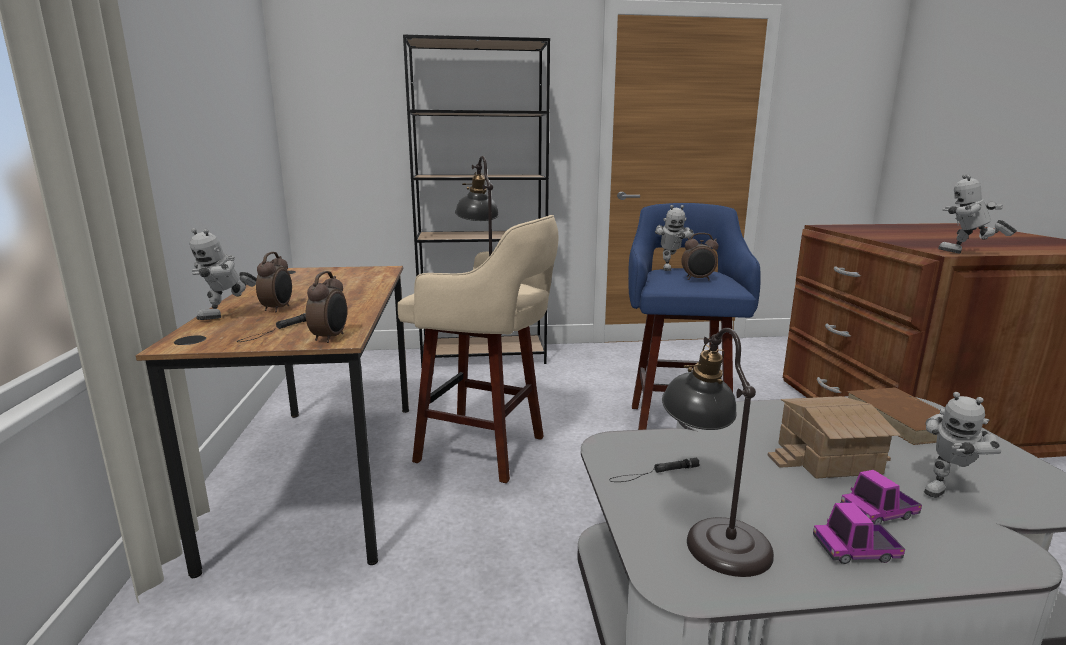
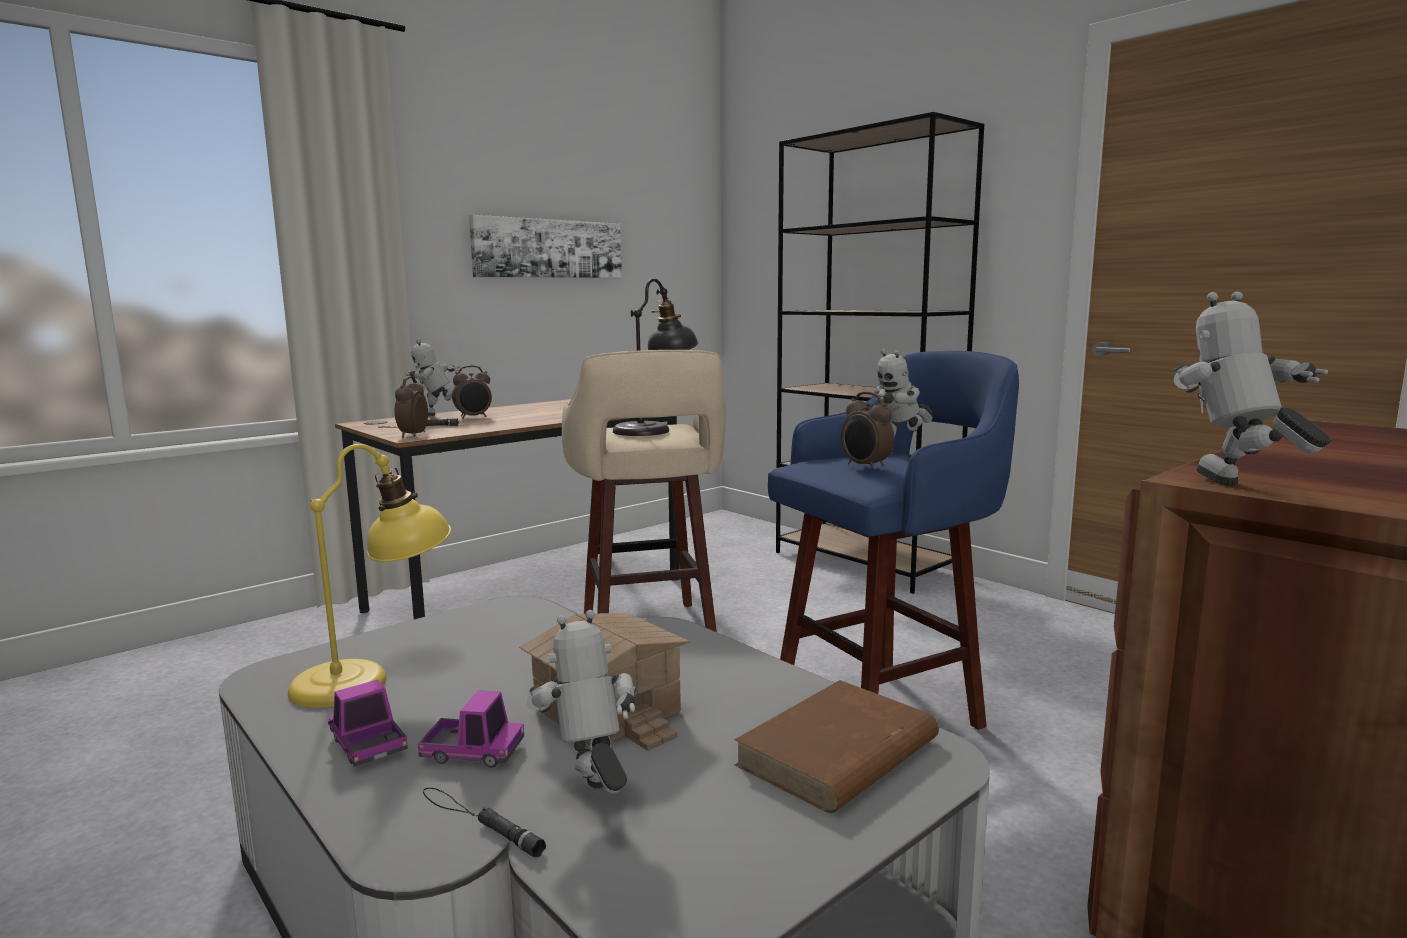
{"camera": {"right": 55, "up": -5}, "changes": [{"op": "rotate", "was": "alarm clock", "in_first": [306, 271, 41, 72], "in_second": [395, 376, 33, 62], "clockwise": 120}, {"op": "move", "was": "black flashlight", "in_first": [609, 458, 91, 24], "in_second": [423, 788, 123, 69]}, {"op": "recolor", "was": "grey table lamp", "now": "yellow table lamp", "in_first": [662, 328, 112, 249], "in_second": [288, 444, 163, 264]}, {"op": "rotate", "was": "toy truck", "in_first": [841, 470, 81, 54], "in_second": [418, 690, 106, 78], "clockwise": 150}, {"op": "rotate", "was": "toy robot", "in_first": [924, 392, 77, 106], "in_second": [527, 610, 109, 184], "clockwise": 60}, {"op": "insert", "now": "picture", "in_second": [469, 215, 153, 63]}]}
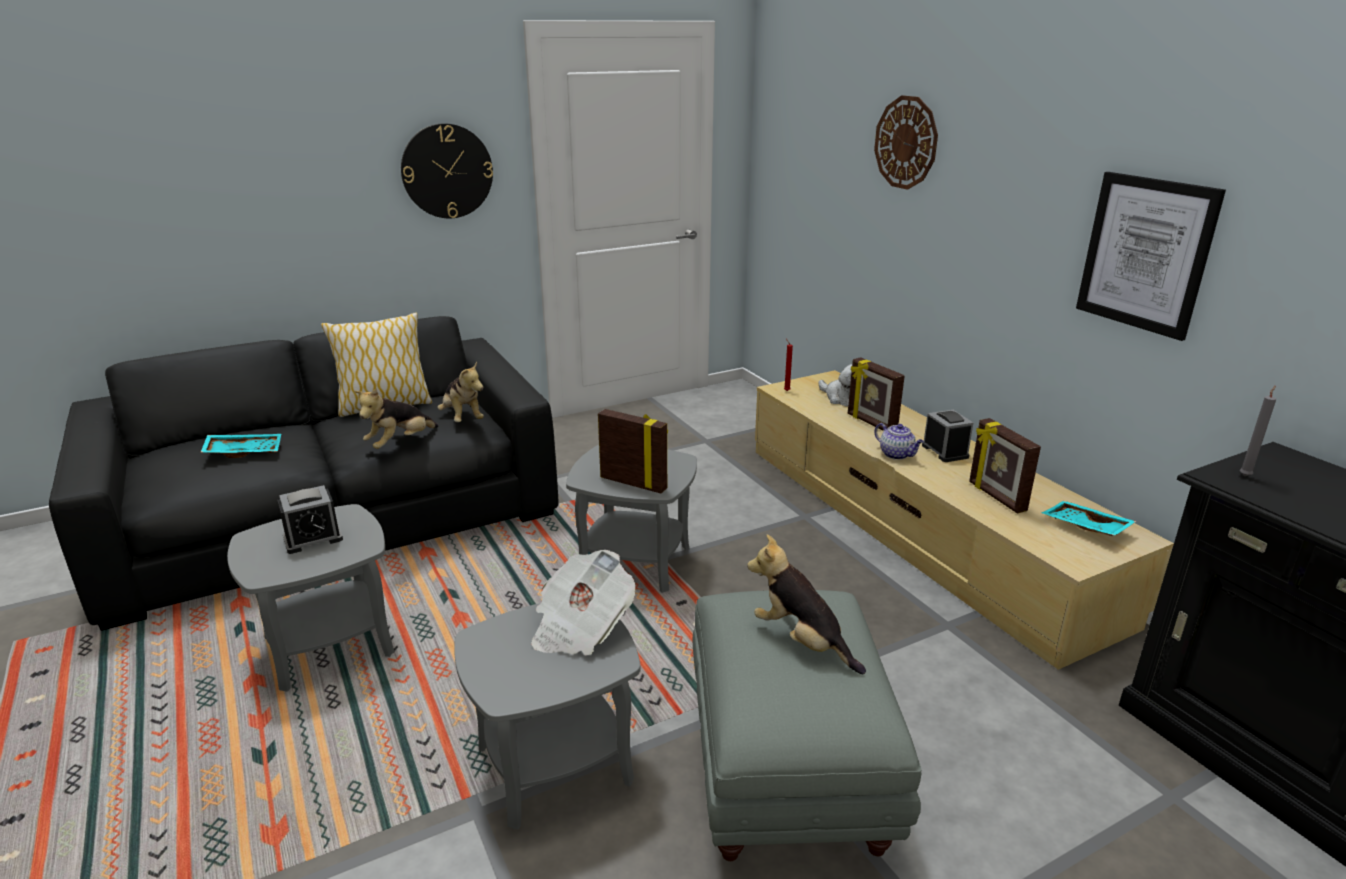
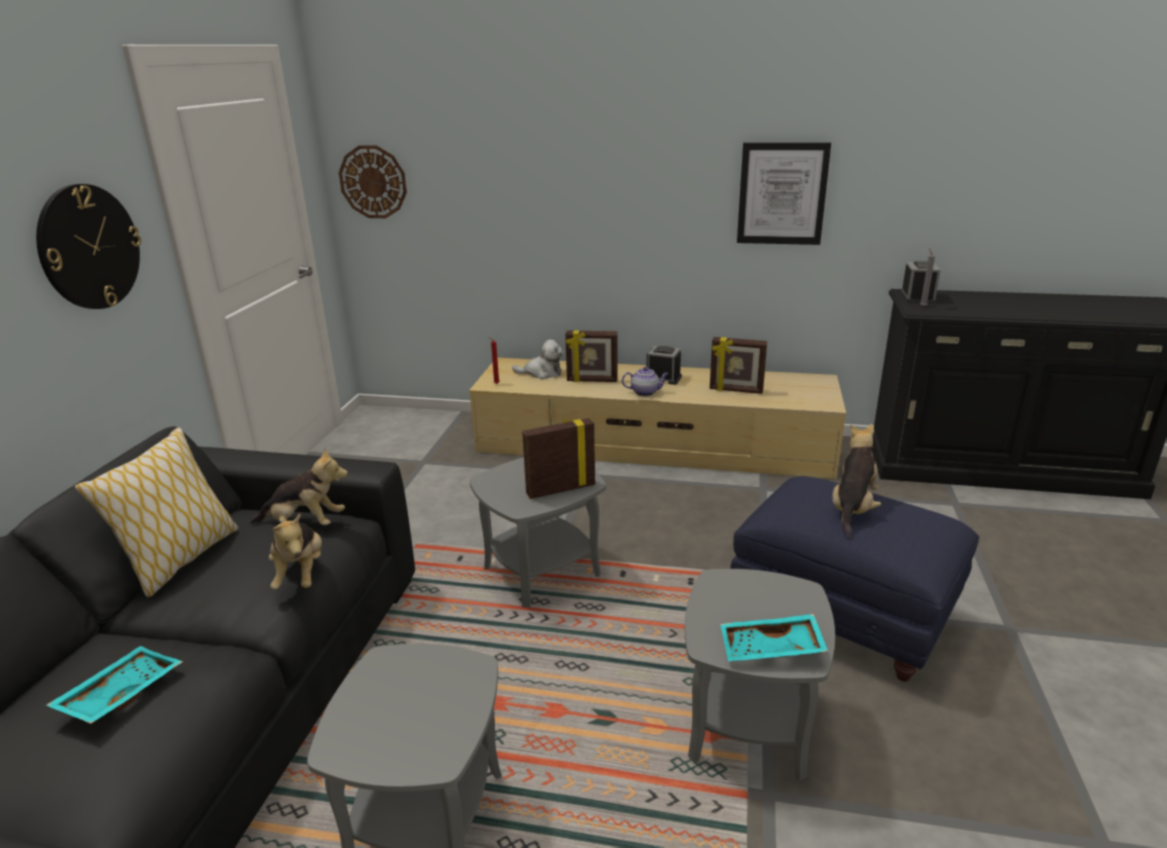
{"camera": {"right": -50, "up": 0}, "changes": [{"op": "move", "was": "alarm clock", "in_first": [277, 485, 66, 69], "in_second": [901, 261, 40, 43]}, {"op": "delete", "was": "newspaper", "in_first": [531, 550, 104, 106]}, {"op": "recolor", "was": "grey ottoman", "now": "blue ottoman", "in_first": [693, 590, 228, 271], "in_second": [730, 476, 249, 206]}, {"op": "rotate", "was": "plush toy", "in_first": [747, 534, 119, 140], "in_second": [832, 424, 49, 115], "clockwise": 120}, {"op": "move", "was": "wall clock", "in_first": [874, 95, 64, 95], "in_second": [339, 145, 68, 73]}, {"op": "move", "was": "turquoise tray", "in_first": [1041, 501, 96, 35], "in_second": [720, 614, 108, 47]}]}
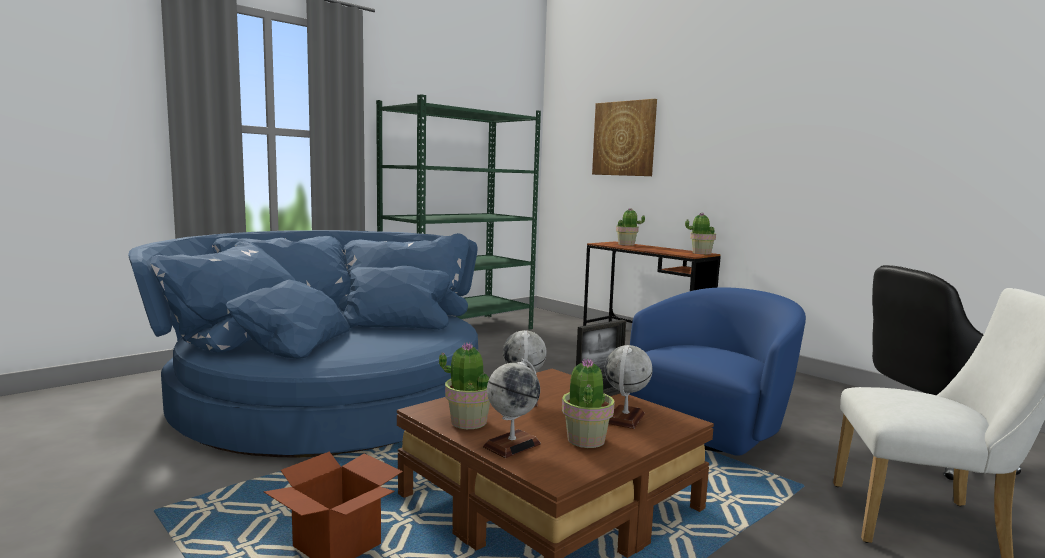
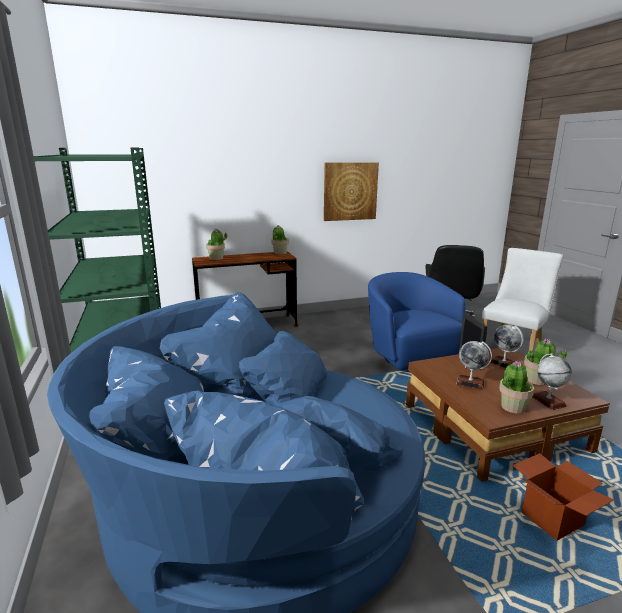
{"camera": {"right": -65, "up": 10}, "changes": [{"op": "move", "was": "picture", "in_first": [592, 99, 65, 77], "in_second": [324, 162, 55, 59]}]}
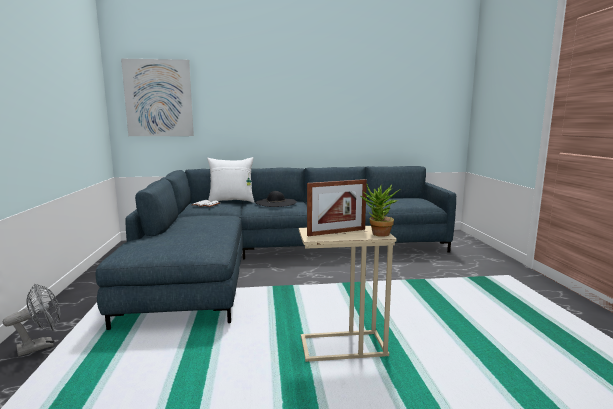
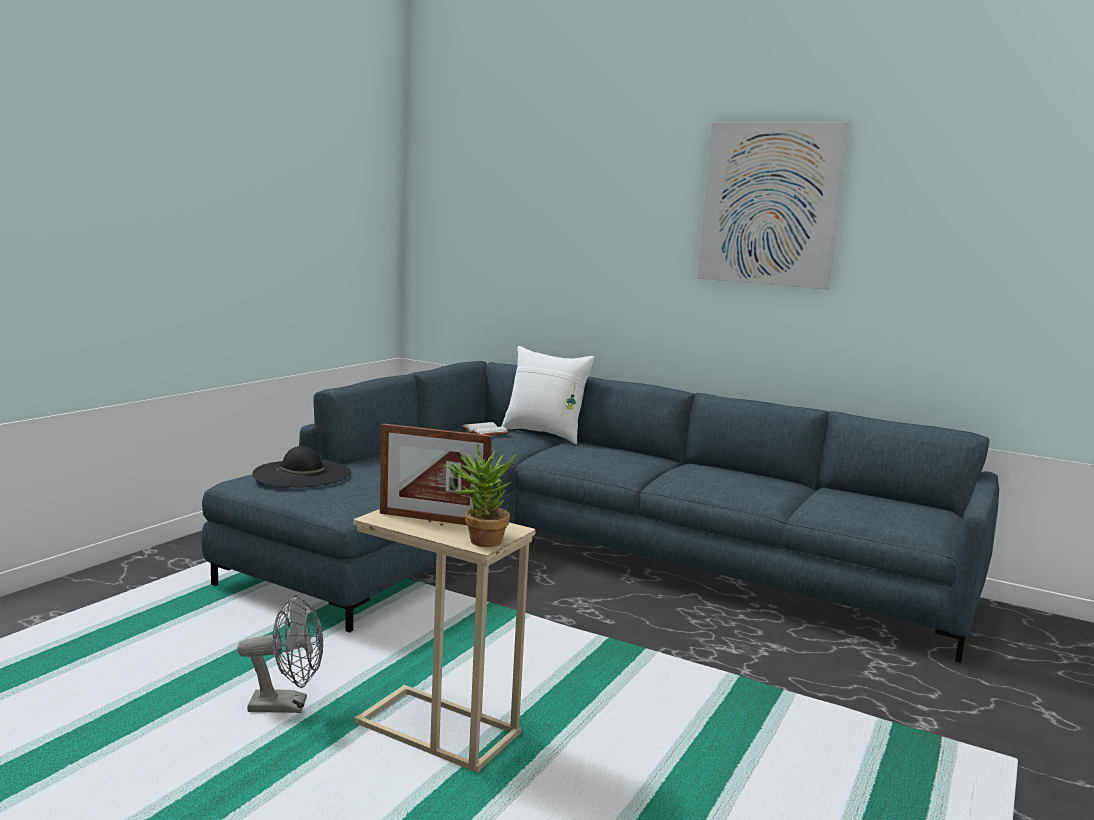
{"camera": {"right": 35, "up": 0}, "changes": [{"op": "move", "was": "grey fan", "in_first": [3, 284, 57, 72], "in_second": [237, 595, 86, 118]}, {"op": "move", "was": "picture", "in_first": [121, 59, 73, 77], "in_second": [697, 122, 153, 168]}, {"op": "move", "was": "black hat", "in_first": [255, 191, 42, 16], "in_second": [252, 446, 99, 41]}]}
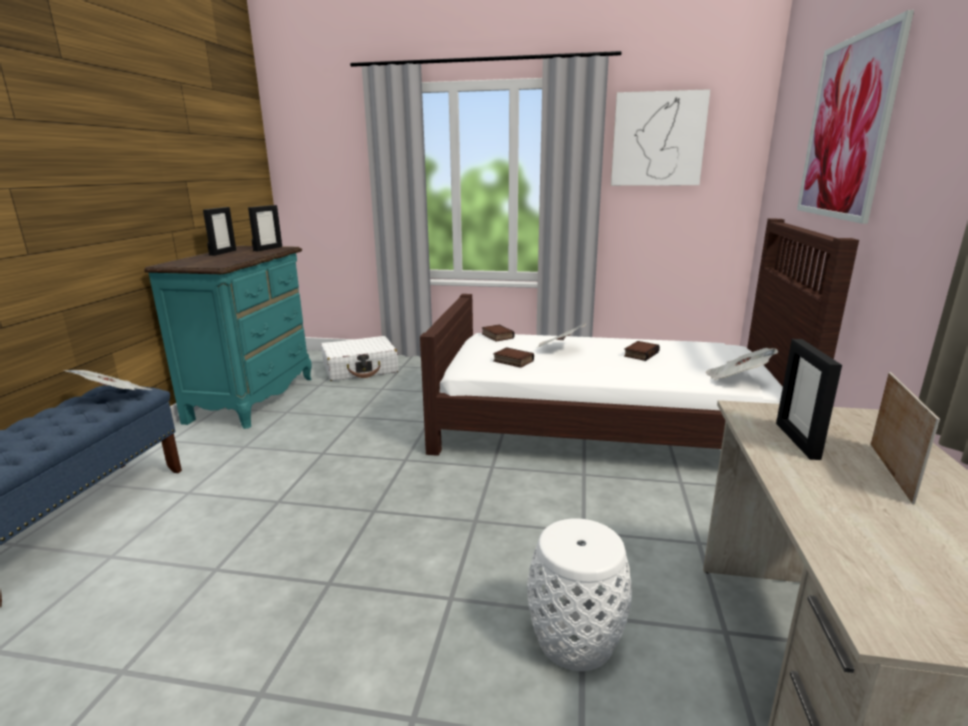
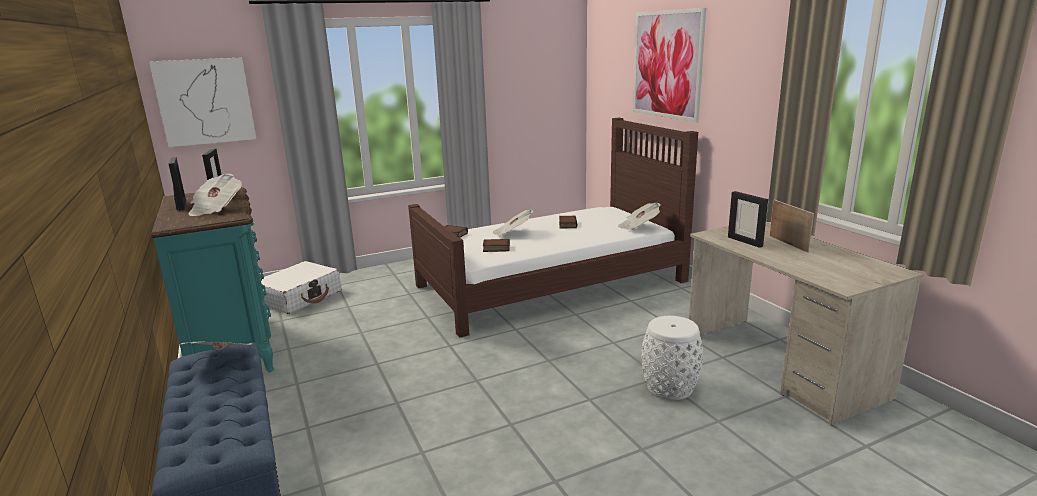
{"camera": {"right": -35, "up": 0}, "changes": [{"op": "move", "was": "picture", "in_first": [611, 89, 100, 97], "in_second": [149, 57, 108, 91]}, {"op": "insert", "now": "newspaper", "in_second": [188, 174, 54, 42]}]}
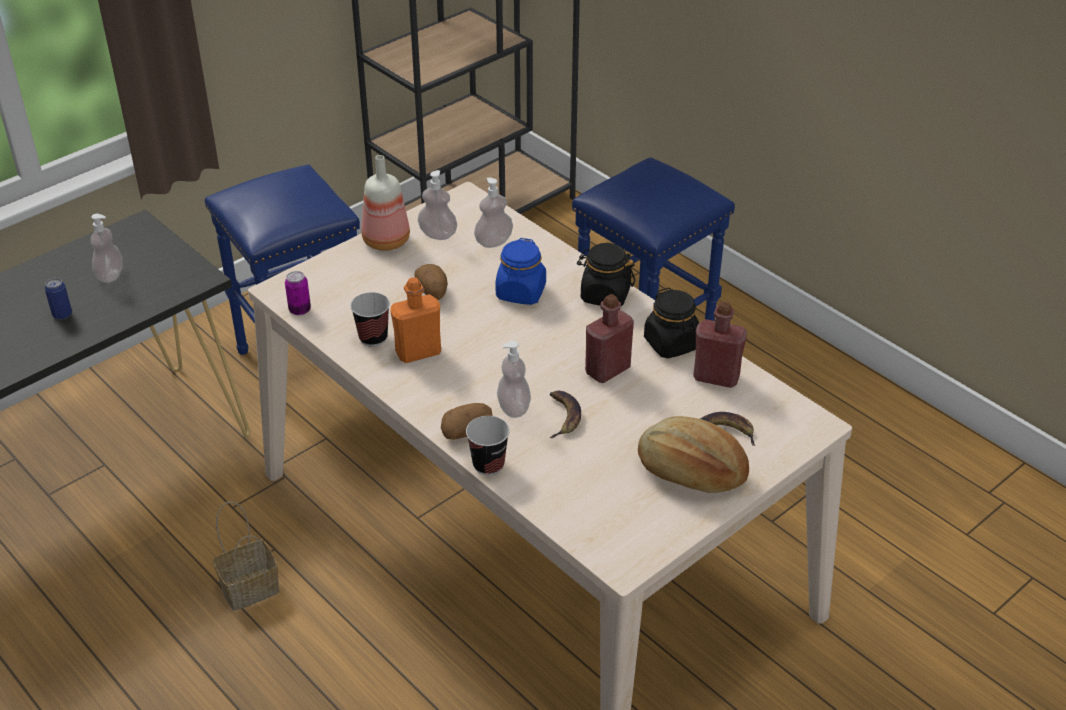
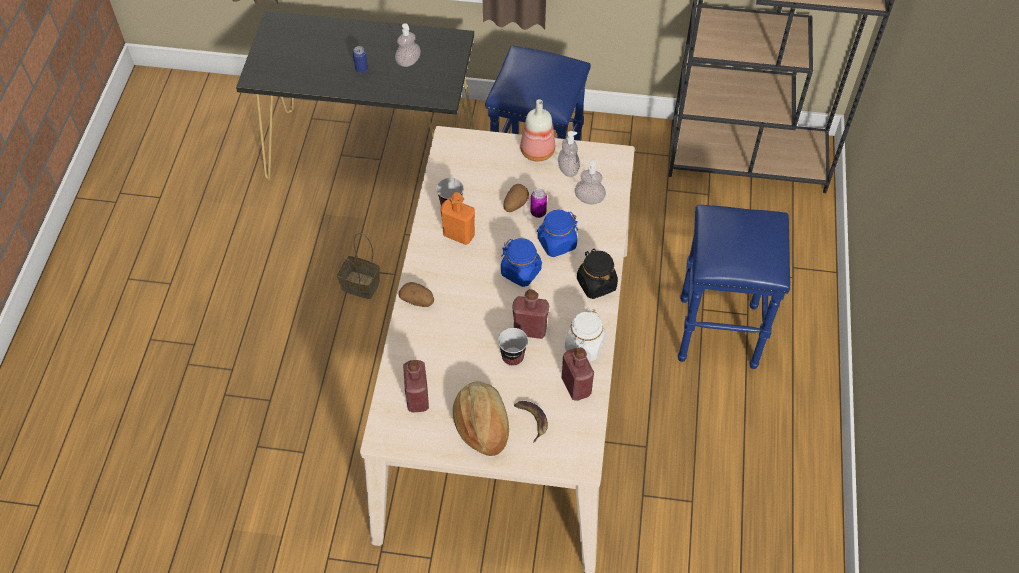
{"camera": {"right": 50, "up": 15}, "changes": [{"op": "move", "was": "can", "in_first": [285, 271, 26, 44], "in_second": [531, 189, 16, 29]}, {"op": "move", "was": "cup", "in_first": [466, 416, 44, 59], "in_second": [498, 328, 30, 38]}, {"op": "delete", "was": "soap dispenser", "in_first": [497, 341, 34, 77]}, {"op": "delete", "was": "banana", "in_first": [550, 391, 31, 47]}, {"op": "recolor", "was": "black jar", "now": "white jar", "in_first": [644, 288, 55, 70], "in_second": [565, 309, 41, 52]}, {"op": "insert", "now": "red bottle", "in_second": [403, 360, 26, 53]}, {"op": "insert", "now": "blue jar", "in_second": [501, 238, 41, 49]}]}
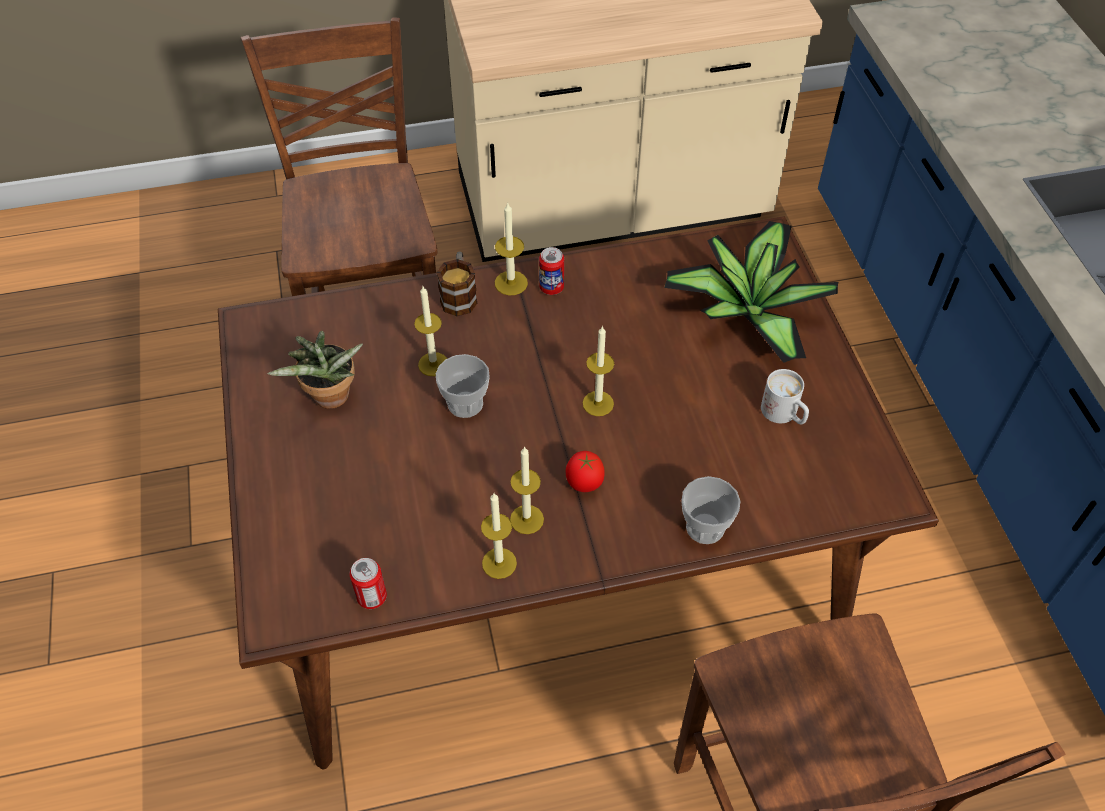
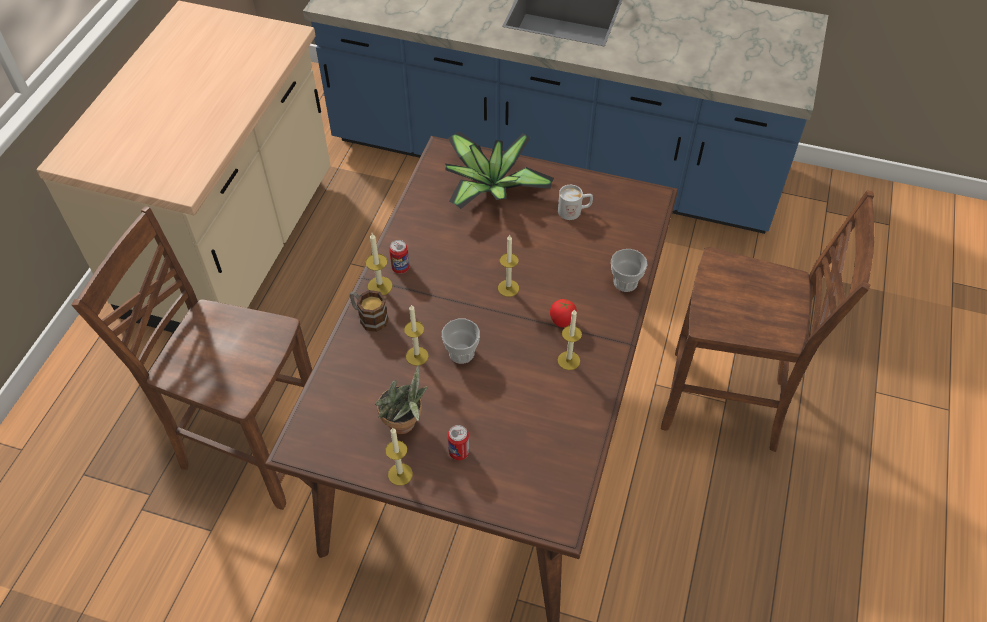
{"camera": {"right": -60, "up": 0}, "changes": [{"op": "move", "was": "can", "in_first": [350, 558, 37, 51], "in_second": [447, 425, 23, 35]}, {"op": "move", "was": "candle", "in_first": [481, 493, 36, 86], "in_second": [385, 427, 28, 59]}]}
